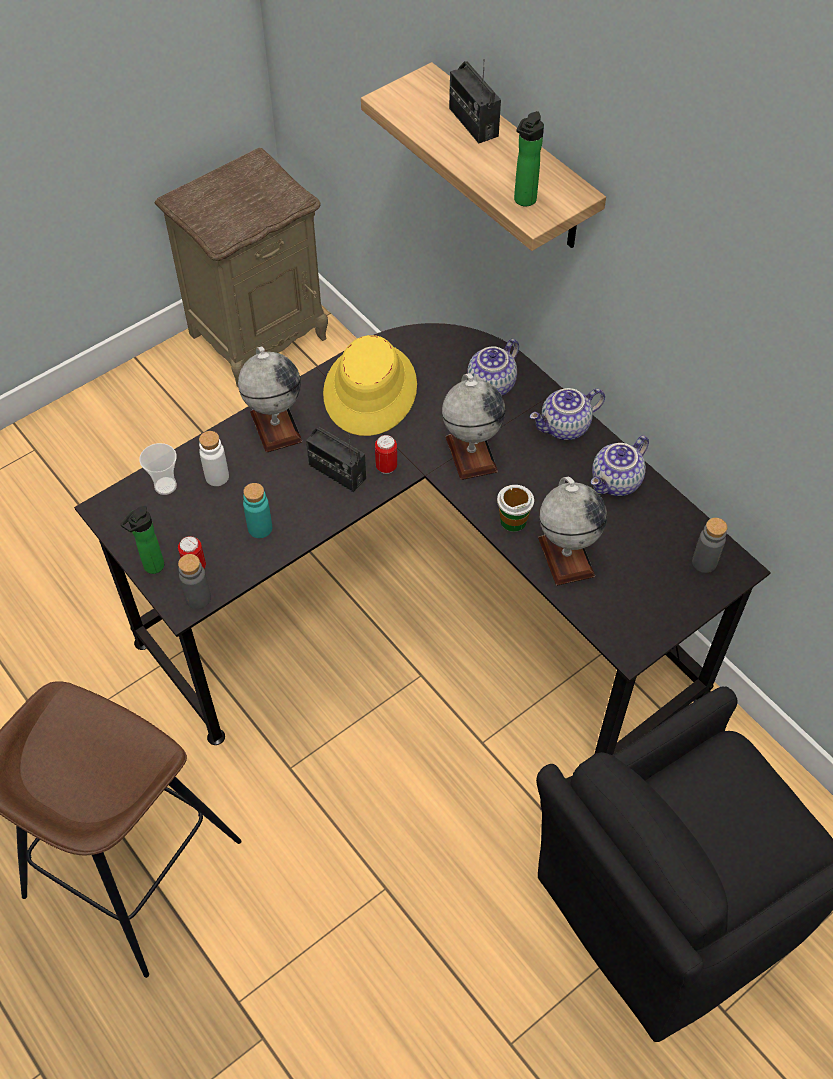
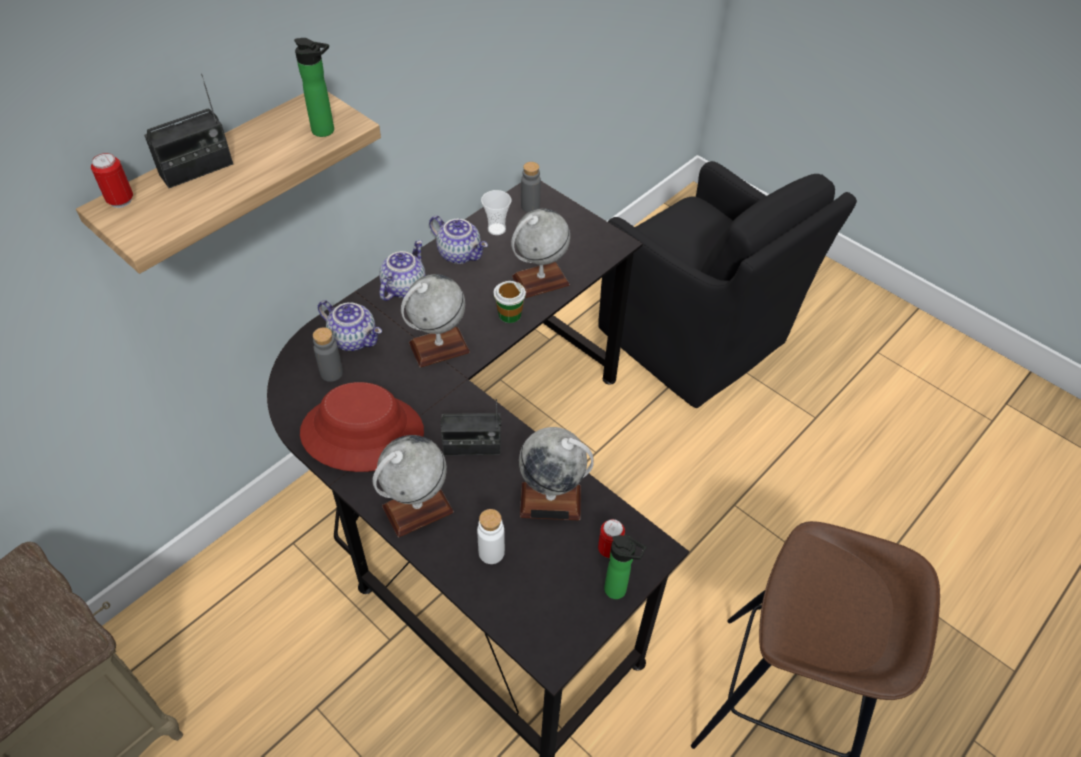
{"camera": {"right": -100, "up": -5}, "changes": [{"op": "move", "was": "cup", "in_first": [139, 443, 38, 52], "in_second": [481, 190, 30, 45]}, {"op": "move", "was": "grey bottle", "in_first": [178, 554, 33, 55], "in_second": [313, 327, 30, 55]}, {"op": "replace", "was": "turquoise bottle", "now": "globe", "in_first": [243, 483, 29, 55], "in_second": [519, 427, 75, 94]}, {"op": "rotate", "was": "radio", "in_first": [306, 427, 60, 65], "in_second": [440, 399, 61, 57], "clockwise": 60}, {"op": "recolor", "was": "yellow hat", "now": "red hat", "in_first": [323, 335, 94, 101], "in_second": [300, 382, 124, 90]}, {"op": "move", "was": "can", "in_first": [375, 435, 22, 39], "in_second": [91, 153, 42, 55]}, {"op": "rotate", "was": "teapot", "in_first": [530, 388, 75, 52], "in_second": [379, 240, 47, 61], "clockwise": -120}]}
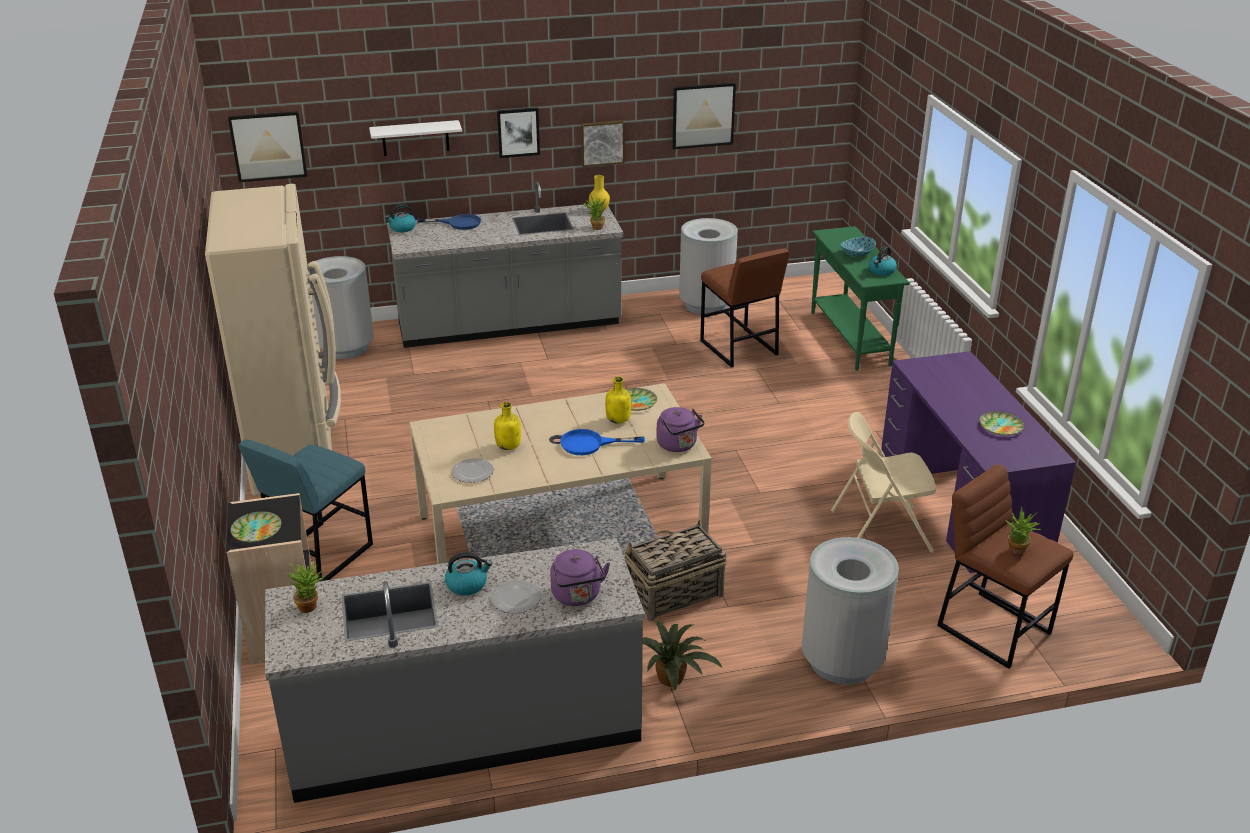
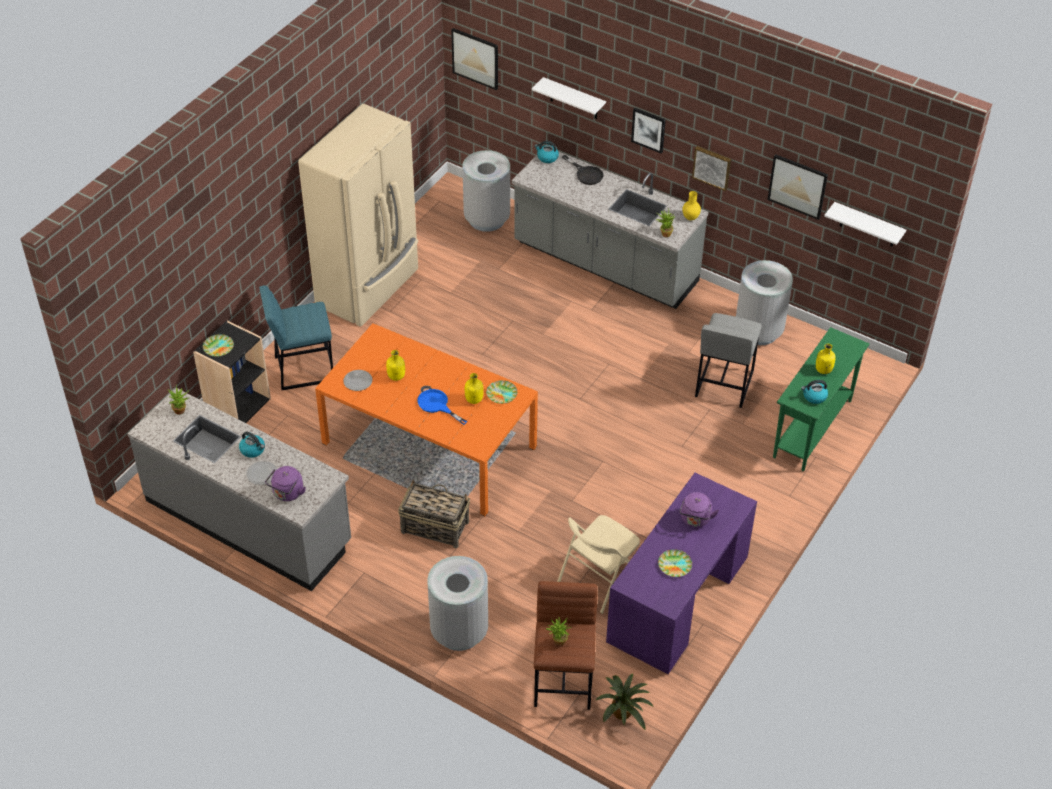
{"camera": {"right": 45, "up": 15}, "changes": [{"op": "recolor", "was": "beige dining table", "now": "orange dining table", "in_first": [410, 383, 302, 181], "in_second": [315, 323, 223, 193]}, {"op": "recolor", "was": "blue frying pan", "now": "black frying pan", "in_first": [417, 214, 64, 16], "in_second": [562, 155, 42, 30]}, {"op": "move", "was": "potted plant", "in_first": [643, 620, 79, 70], "in_second": [596, 674, 58, 56]}, {"op": "move", "was": "purple kettle", "in_first": [656, 407, 49, 45], "in_second": [680, 492, 39, 35]}, {"op": "recolor", "was": "brown stool", "now": "grey stool", "in_first": [700, 248, 90, 119], "in_second": [695, 313, 67, 95]}, {"op": "rotate", "was": "beige chair", "in_first": [831, 412, 105, 141], "in_second": [557, 515, 83, 99], "clockwise": -90}, {"op": "replace", "was": "bowl", "now": "yellow bottle", "in_first": [841, 237, 35, 20], "in_second": [816, 344, 20, 30]}, {"op": "insert", "now": "white shelf", "in_second": [824, 202, 82, 45]}]}
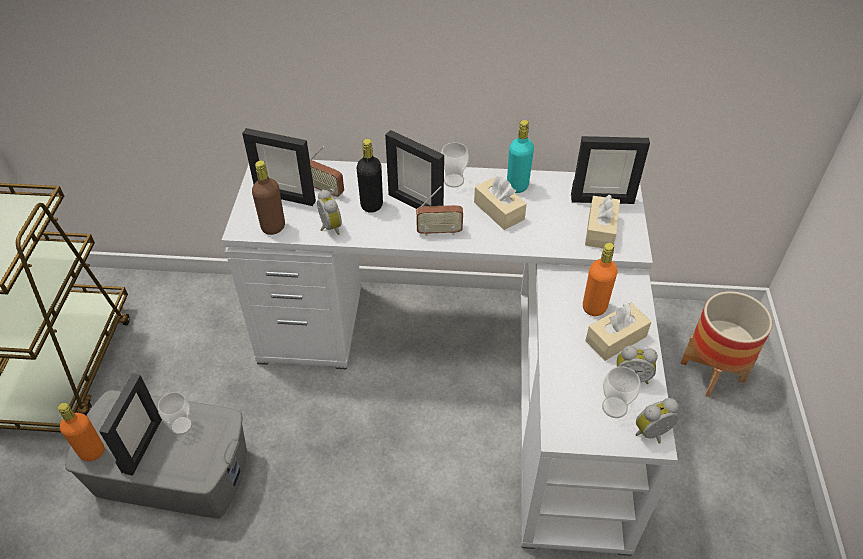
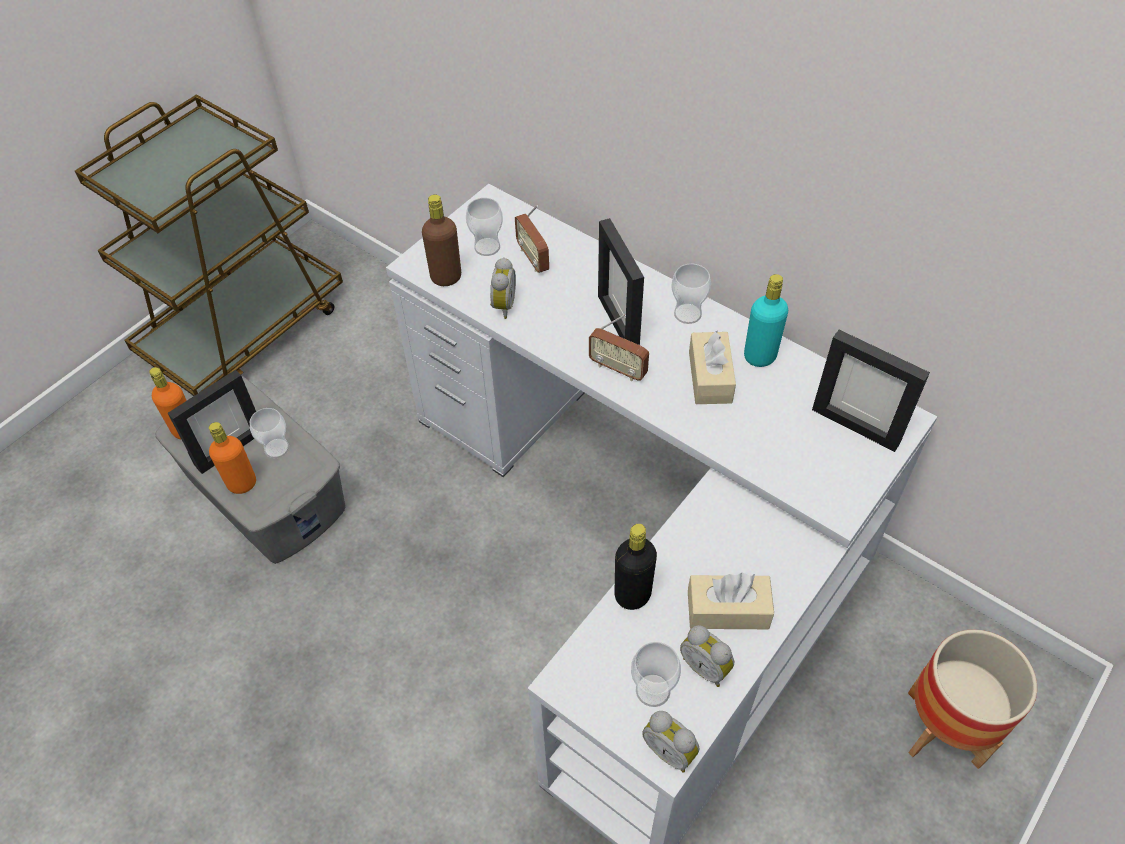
{"camera": {"right": 35, "up": 5}, "changes": [{"op": "replace", "was": "picture frame", "now": "cup", "in_first": [242, 128, 74, 78], "in_second": [466, 198, 37, 58]}, {"op": "move", "was": "black bottle", "in_first": [357, 139, 26, 74], "in_second": [615, 524, 42, 86]}, {"op": "move", "was": "orange bottle", "in_first": [583, 243, 34, 73], "in_second": [209, 422, 47, 72]}, {"op": "delete", "was": "beige tissue box", "in_first": [585, 194, 35, 54]}, {"op": "rotate", "was": "alarm clock", "in_first": [635, 398, 44, 46], "in_second": [642, 711, 57, 62], "clockwise": -150}]}
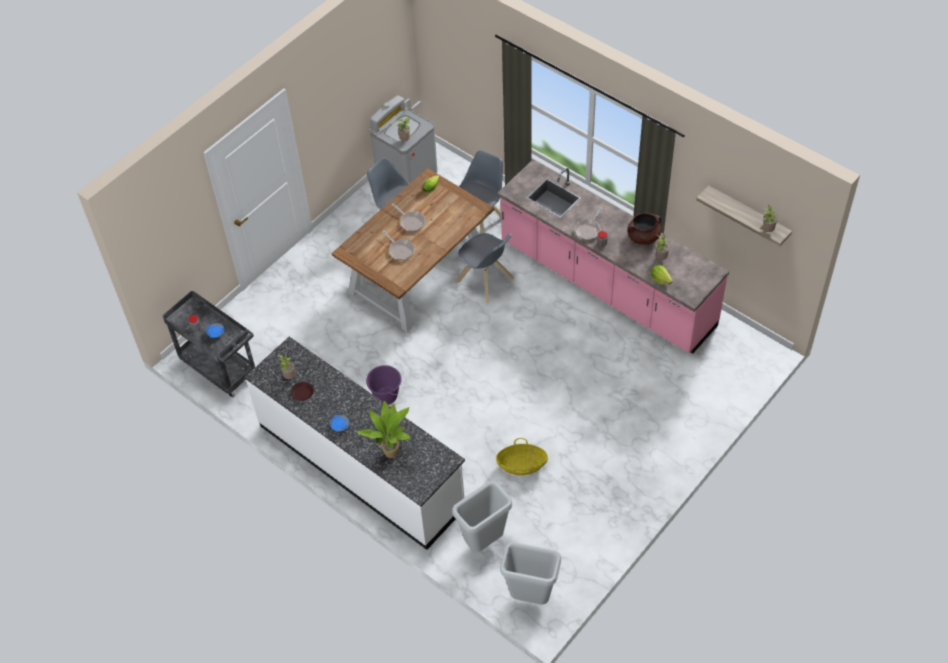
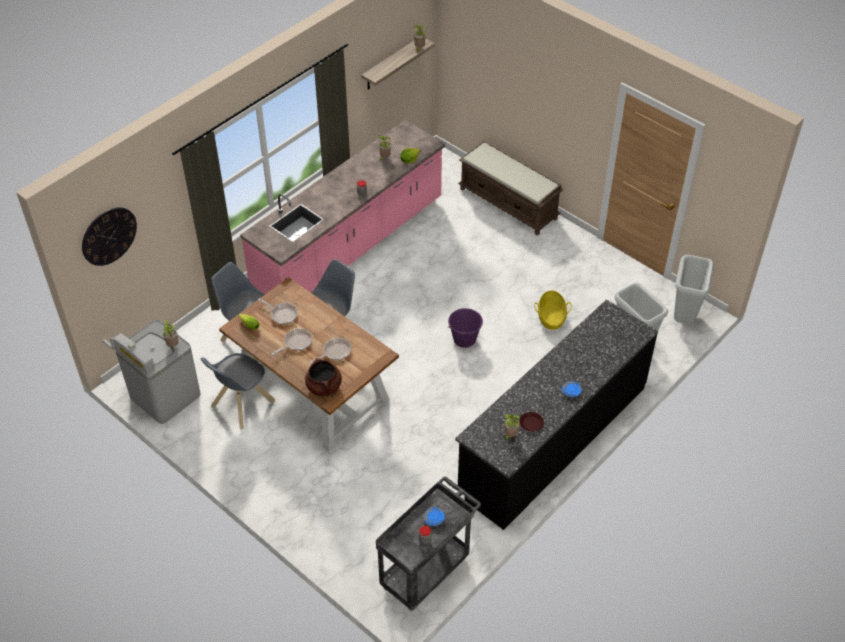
{"camera": {"right": -90, "up": -5}, "changes": [{"op": "recolor", "was": "white counter", "now": "black counter", "in_first": [245, 337, 220, 213], "in_second": [455, 300, 203, 230]}, {"op": "delete", "was": "potted plant", "in_first": [357, 401, 54, 57]}, {"op": "move", "was": "purple bucket", "in_first": [366, 365, 35, 40], "in_second": [447, 308, 36, 40]}, {"op": "move", "was": "frying pan", "in_first": [574, 207, 29, 33], "in_second": [258, 298, 40, 26]}, {"op": "move", "was": "brown cooking pot", "in_first": [627, 213, 34, 32], "in_second": [305, 358, 37, 38]}, {"op": "insert", "now": "wall clock", "in_second": [82, 207, 55, 59]}, {"op": "insert", "now": "brown bench", "in_second": [458, 141, 105, 94]}]}
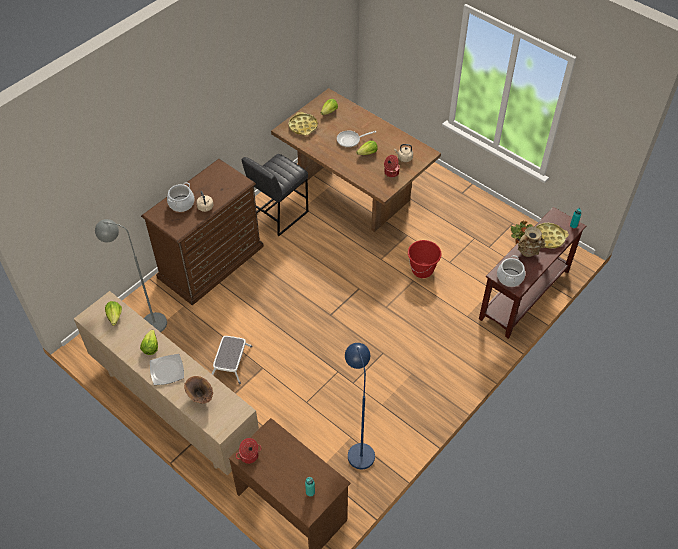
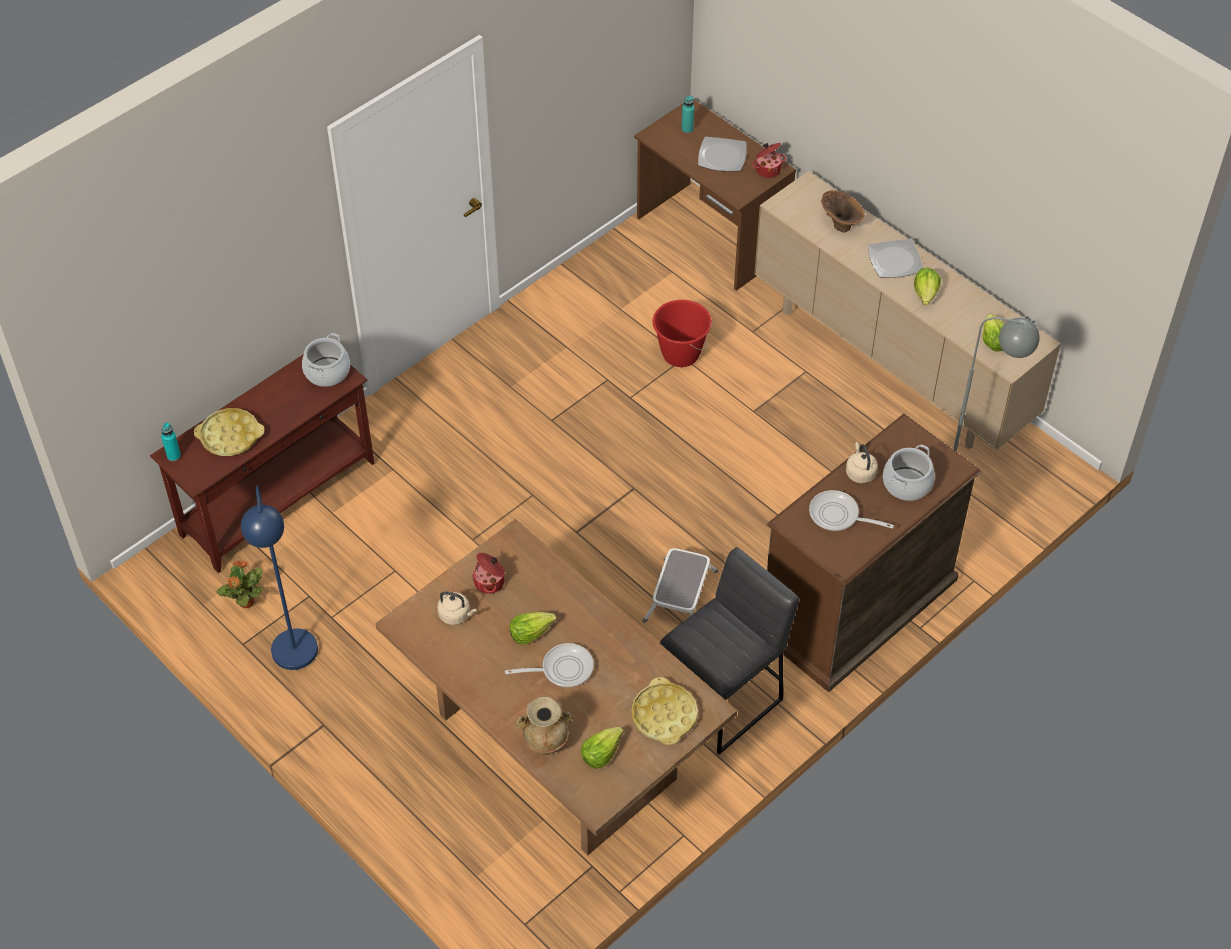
{"camera": {"right": -175, "up": 0}, "changes": [{"op": "move", "was": "grey step ladder", "in_first": [211, 336, 42, 48], "in_second": [642, 548, 77, 75]}, {"op": "move", "was": "blue floor lamp", "in_first": [345, 343, 30, 126], "in_second": [241, 485, 77, 185]}, {"op": "move", "was": "red bucket", "in_first": [408, 240, 34, 38], "in_second": [653, 300, 59, 67]}, {"op": "move", "was": "beige vase", "in_first": [518, 226, 27, 31], "in_second": [516, 697, 57, 58]}, {"op": "insert", "now": "plate", "in_second": [698, 137, 49, 35]}, {"op": "insert", "now": "frying pan", "in_second": [809, 490, 85, 41]}]}
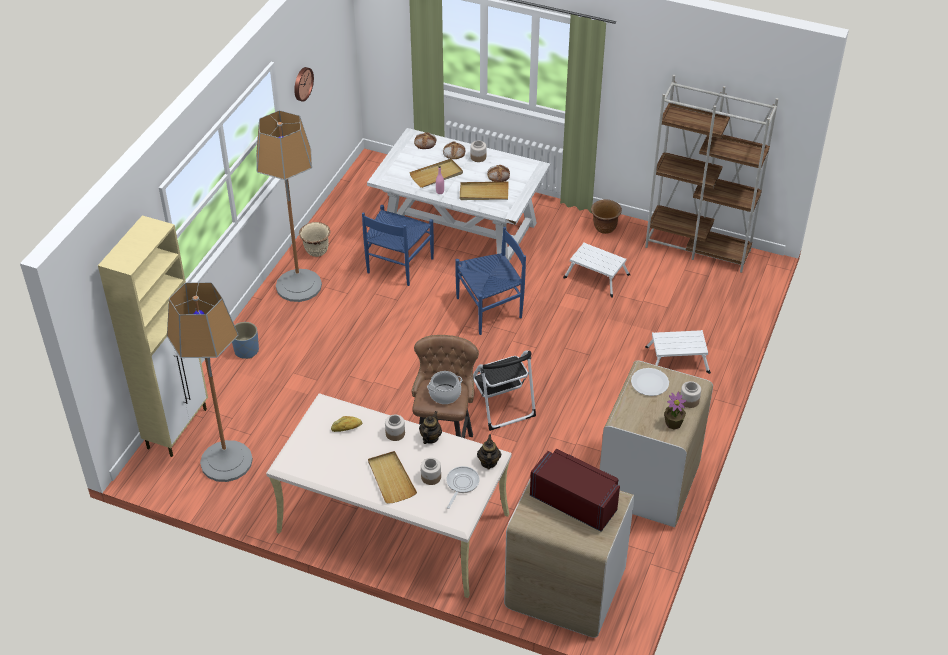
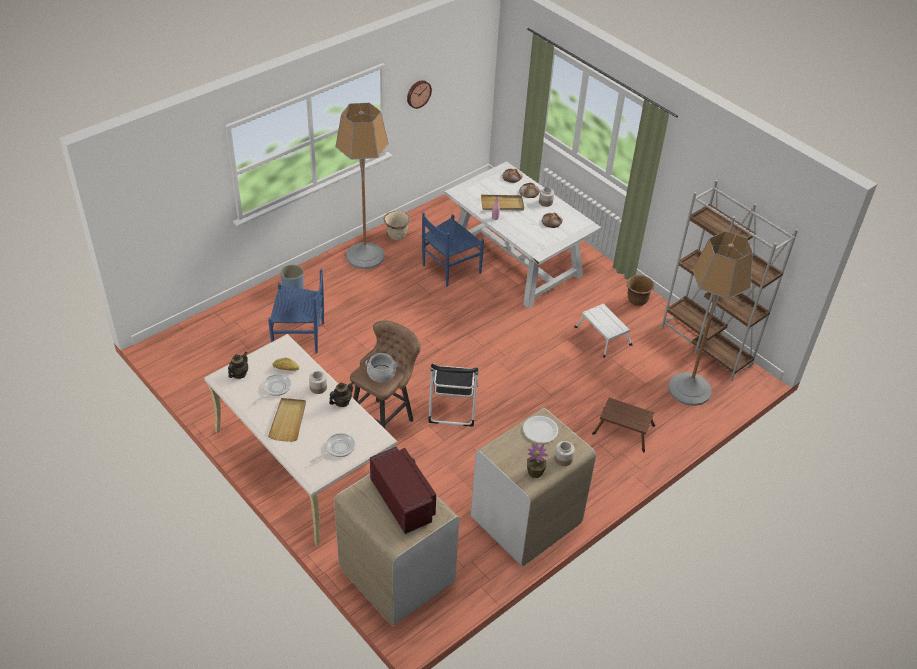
{"camera": {"right": 25, "up": 0}, "changes": [{"op": "delete", "was": "beige cabinet", "in_first": [98, 215, 110, 242]}, {"op": "move", "was": "floor lamp", "in_first": [167, 282, 86, 200], "in_second": [668, 231, 85, 175]}, {"op": "delete", "was": "jar", "in_first": [421, 458, 20, 27]}, {"op": "move", "was": "blue chair", "in_first": [455, 227, 71, 108], "in_second": [268, 269, 56, 84]}, {"op": "delete", "was": "beige tray", "in_first": [460, 182, 49, 18]}, {"op": "move", "was": "teapot", "in_first": [477, 435, 24, 35], "in_second": [228, 351, 20, 28]}, {"op": "recolor", "was": "white step ladder", "now": "brown step ladder", "in_first": [645, 330, 66, 44], "in_second": [592, 397, 63, 56]}, {"op": "insert", "now": "frying pan", "in_second": [252, 374, 39, 31]}]}
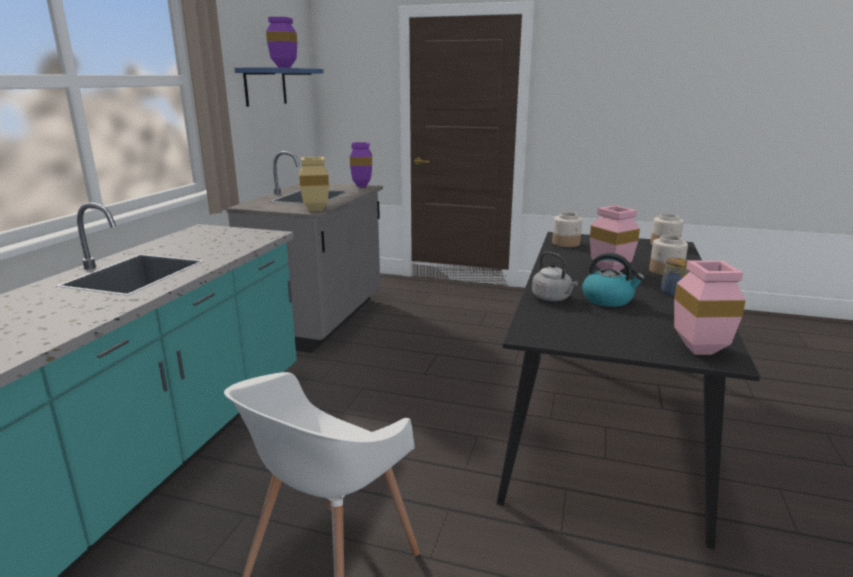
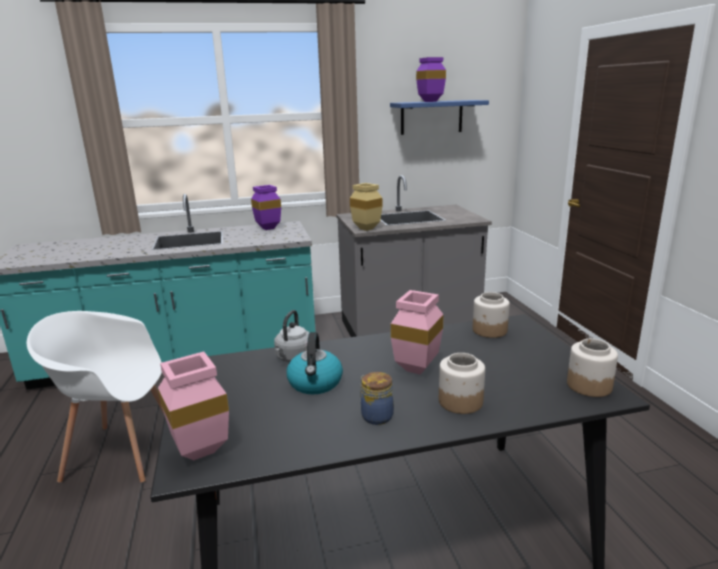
{"camera": {"right": 60, "up": 0}, "changes": [{"op": "move", "was": "purple vase", "in_first": [350, 142, 22, 45], "in_second": [251, 185, 30, 45]}]}
